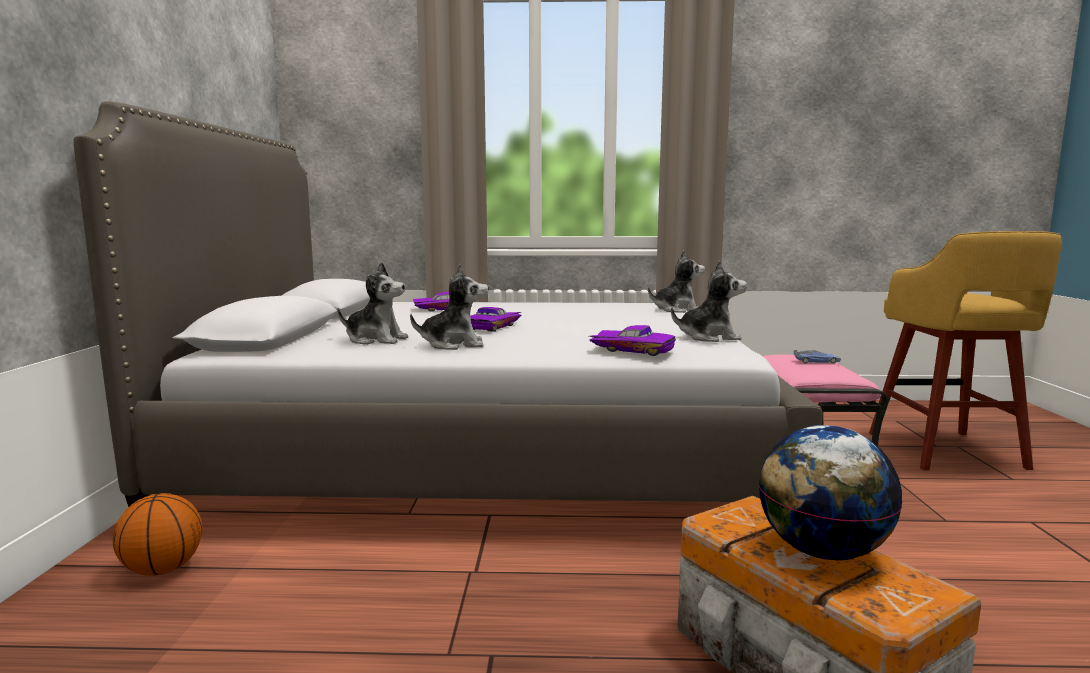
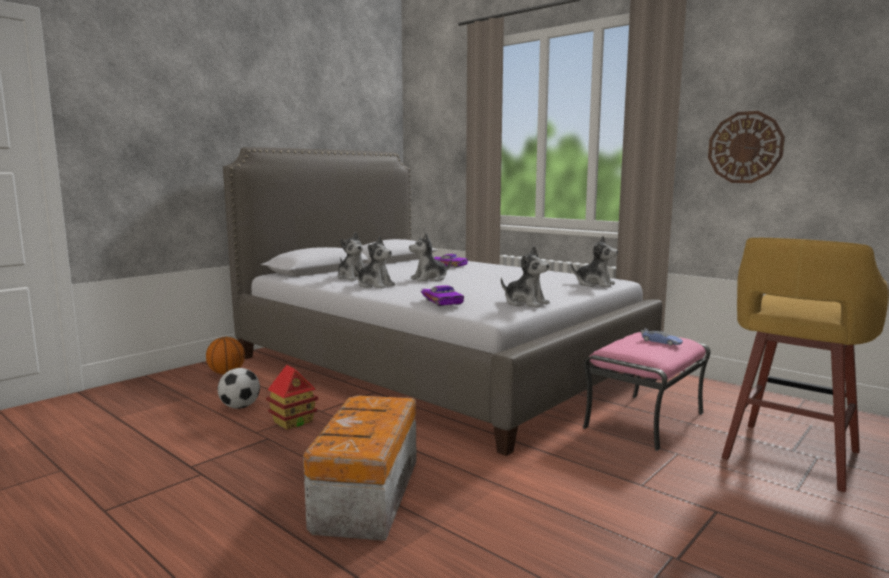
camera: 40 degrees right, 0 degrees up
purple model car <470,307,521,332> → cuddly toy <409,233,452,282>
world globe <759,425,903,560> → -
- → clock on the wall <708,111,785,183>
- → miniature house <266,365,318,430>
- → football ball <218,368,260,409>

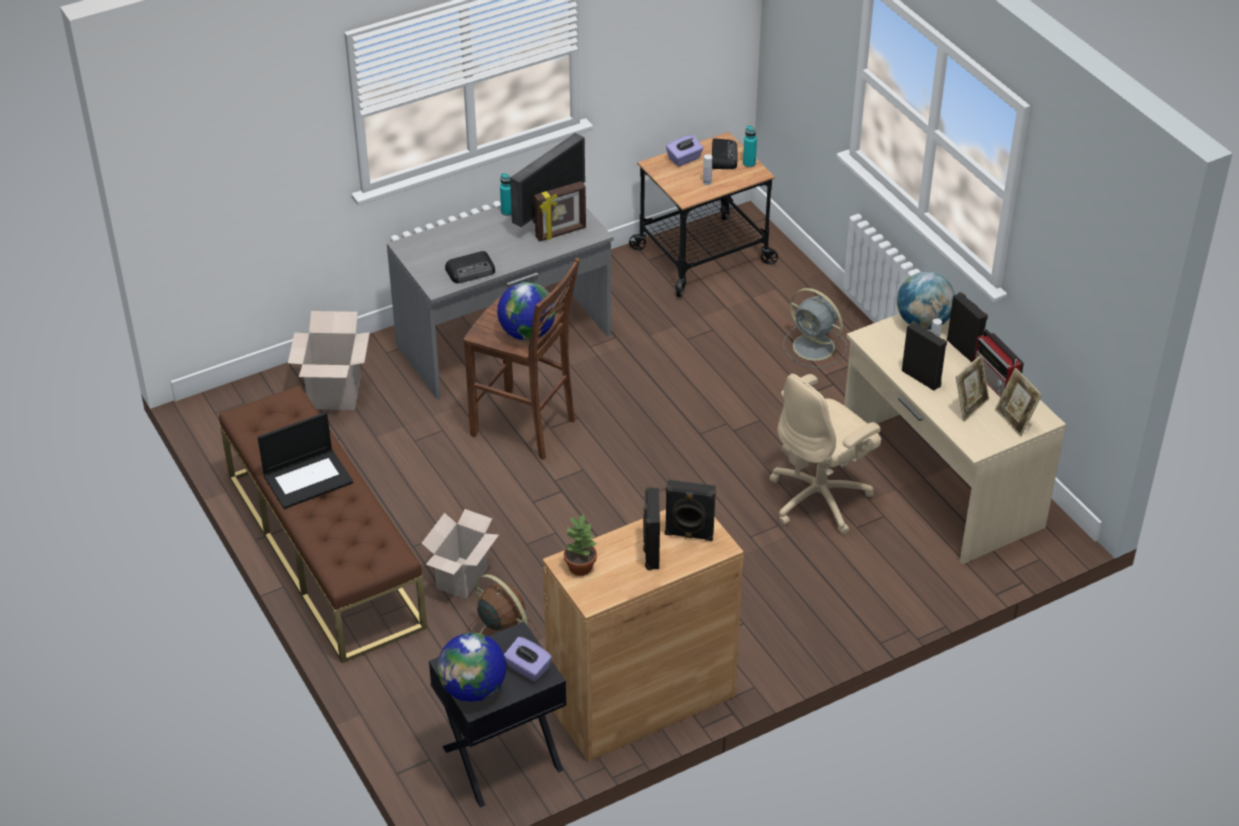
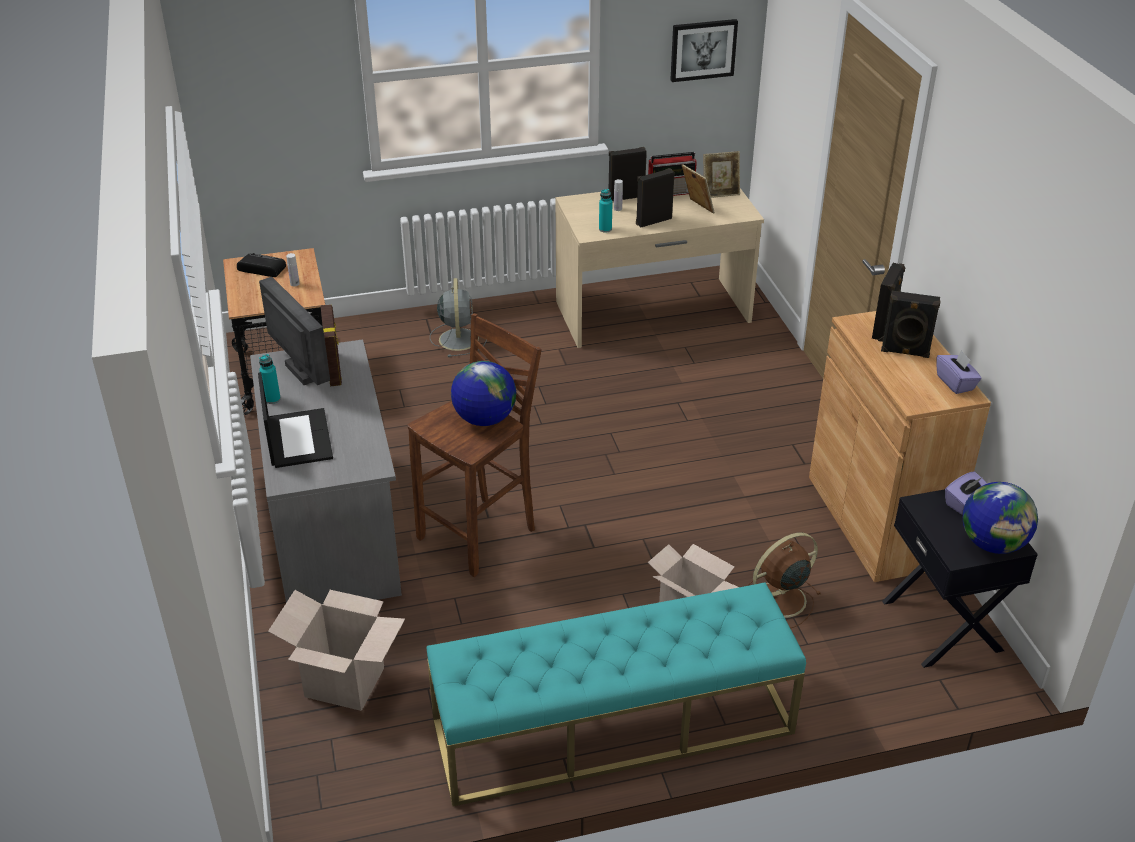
camera: 75 degrees left, 5 degrees down
blue-green drink bottle <743,125,757,167> → blue-green drink bottle <599,189,613,232>, move
purple tissue box <666,135,704,166> → purple tissue box <937,350,982,394>, move
radio receiver <445,251,495,283> → -
world globe <897,272,955,330> → -
greyish electric fan <783,288,847,368> → greyish electric fan <430,278,487,357>, 60 degrees counterclockwise
beige desk chair <769,374,881,534> → -
brown bench <219,385,427,663> → blue-green bench <426,582,806,806>
laptop <258,412,353,509> → laptop <258,372,333,468>, move
potted plant <564,514,597,576> → -
- → picture <670,19,738,82>

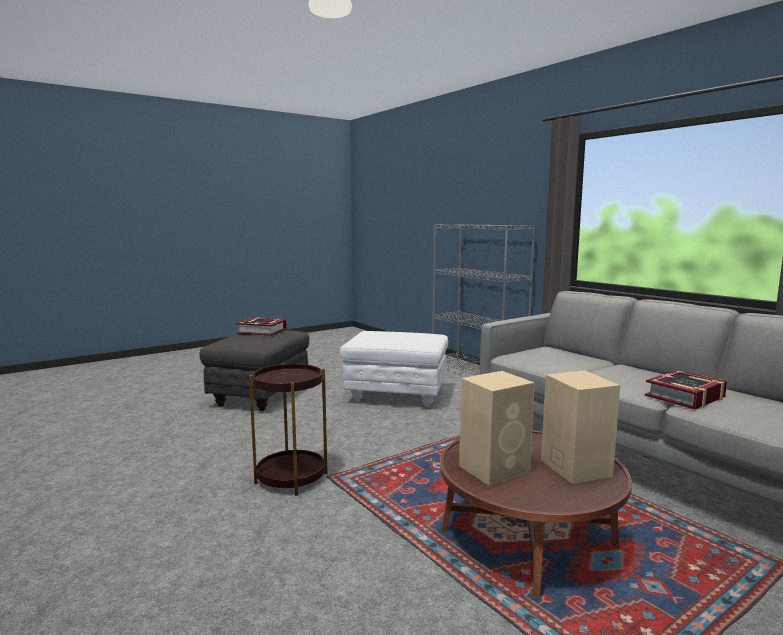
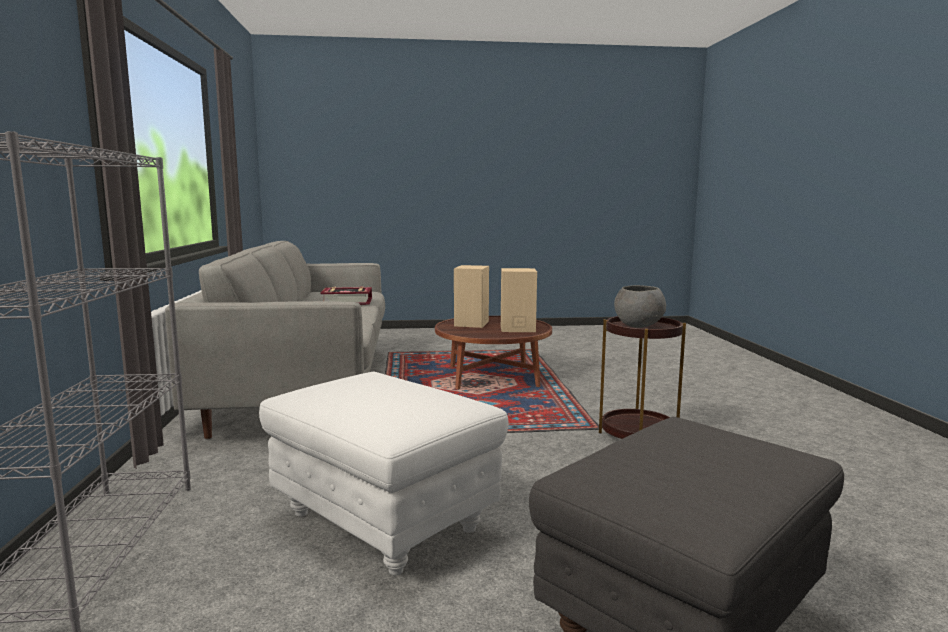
camera: 150 degrees left, 0 degrees up
volume <236,317,287,336> → -
- → greyish deep dish <614,285,666,328>

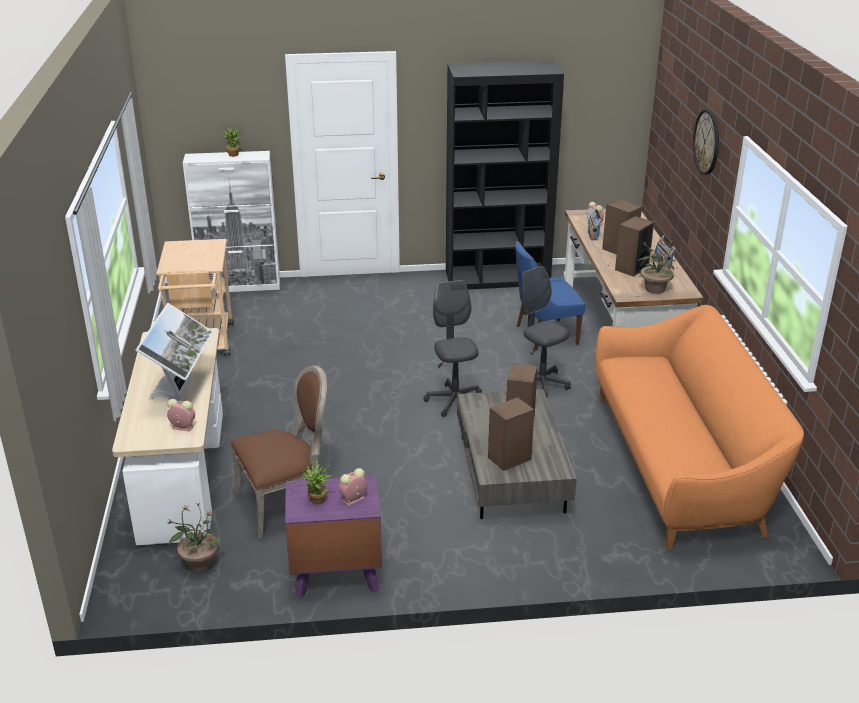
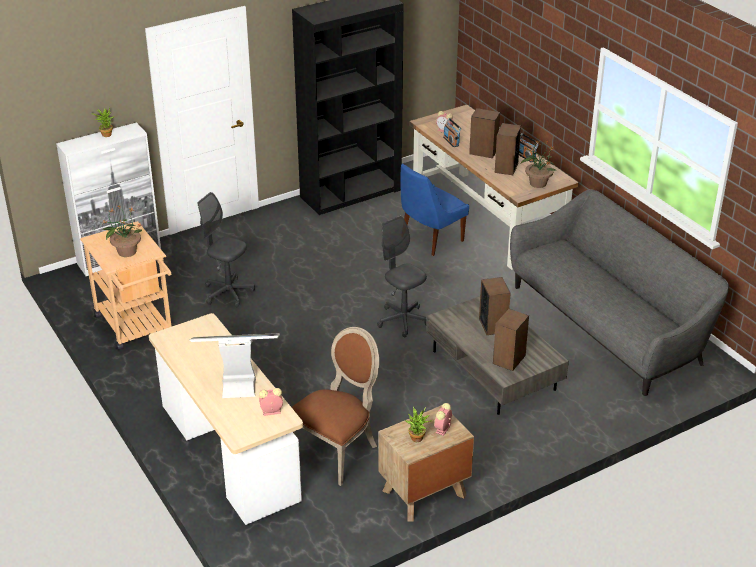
camera: 25 degrees left, 5 degrees up
clock on the wall <693,110,719,175> → -
greyish desk chair <521,266,571,398> → greyish desk chair <198,192,255,307>, move
computer screen <136,303,213,401> → computer screen <190,333,280,398>, 75 degrees counterclockwise
orange couch <596,305,804,550> → greyish couch <510,189,729,396>
purple bedside table <285,476,382,598> → brown bedside table <378,405,474,522>
potted plant <168,503,222,571> → potted plant <102,206,142,257>, move

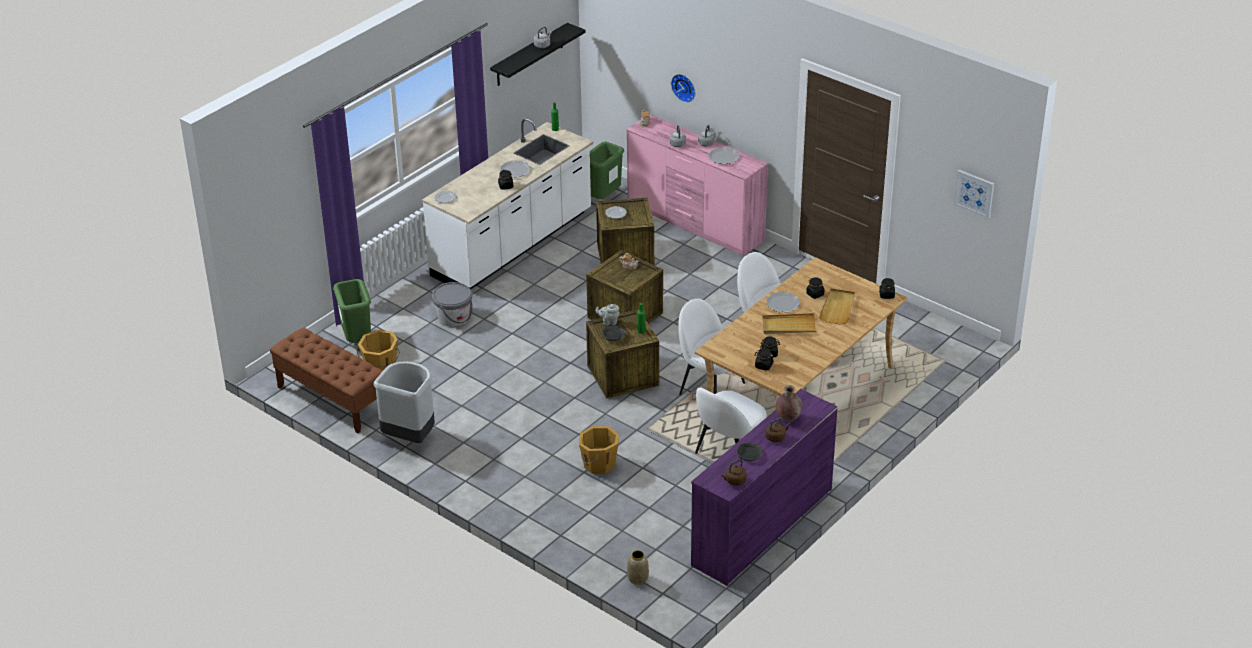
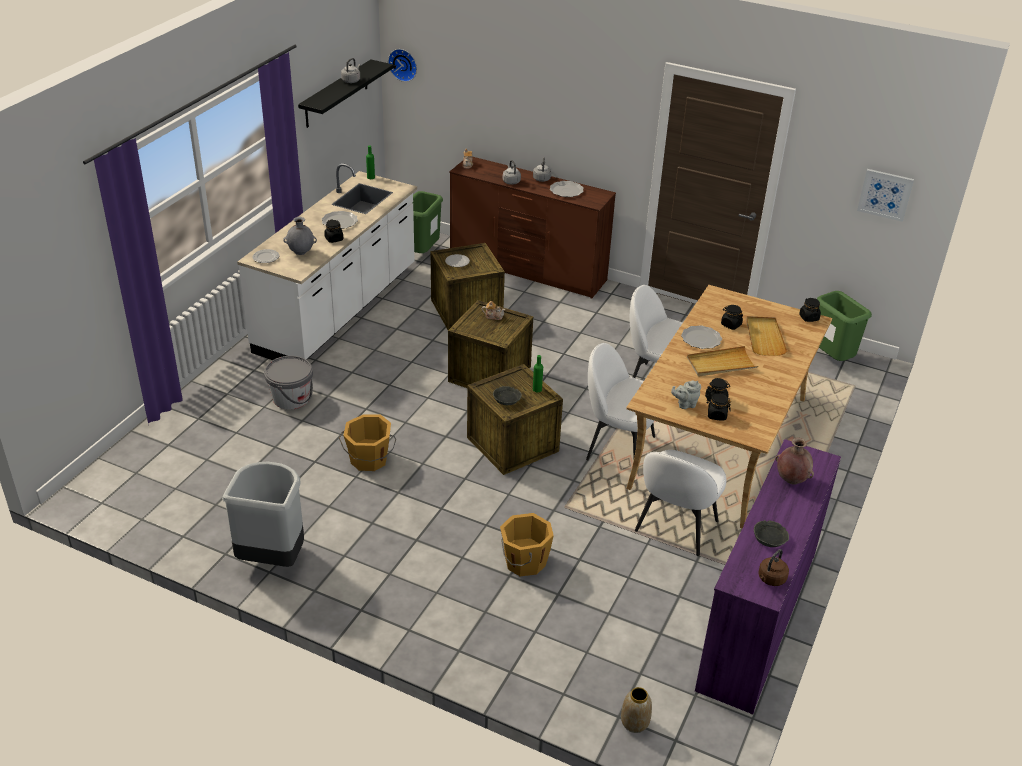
camera: 15 degrees left, 0 degrees up
clock on the wall <671,74,695,103> → clock on the wall <388,49,417,82>, move
pinkish drawer chest <626,114,768,257> → brown drawer chest <449,157,616,299>
green waste bin <333,279,371,343> → green waste bin <817,291,872,361>, move
greyish pot for tea <596,304,620,326> → greyish pot for tea <671,380,701,409>, move
brown bench <270,327,383,433> → -
orange bucket <356,330,400,370> → orange bucket <339,414,396,471>, move
brown tea kettle <765,418,791,442> → -
- → greyish vase <283,217,317,255>

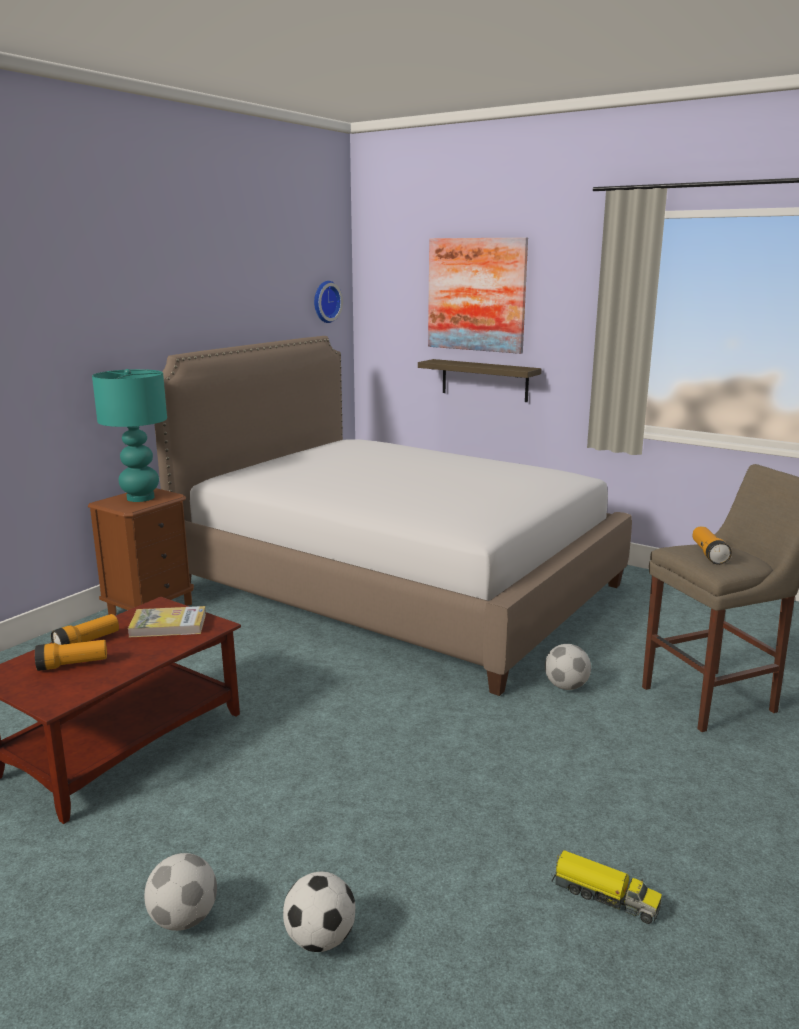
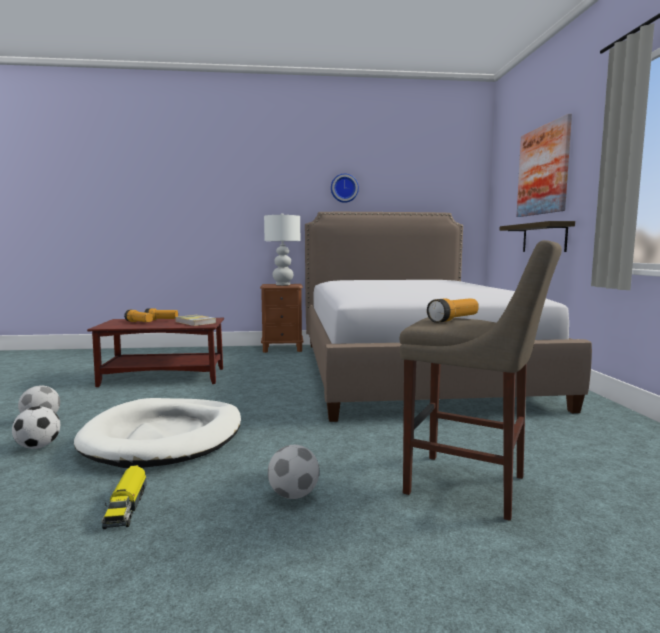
camera: 50 degrees right, 10 degrees down
clock on the wall <314,281,343,323> → clock on the wall <331,174,359,203>, move
blue-green tabletop lamp <92,369,167,502> → white-coloured tabletop lamp <264,213,300,285>
football ball <545,644,591,690> → football ball <268,445,319,499>, move
- → white-coloured dog bed <74,398,241,468>

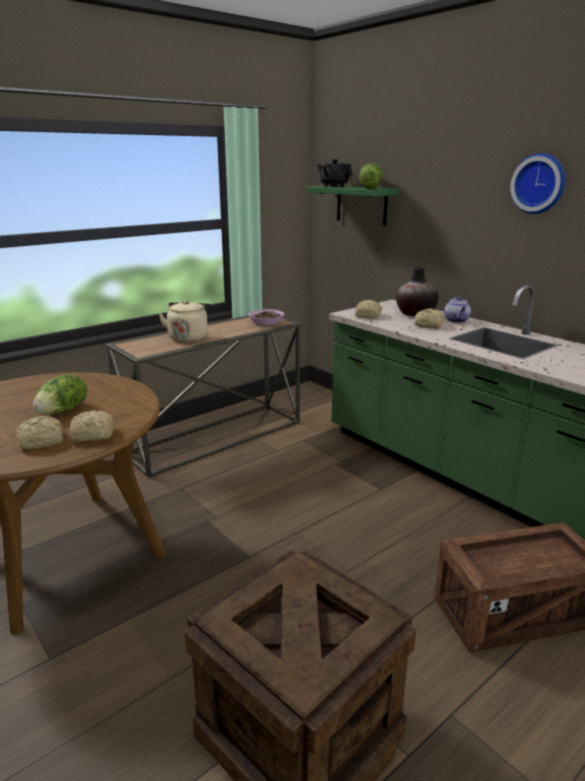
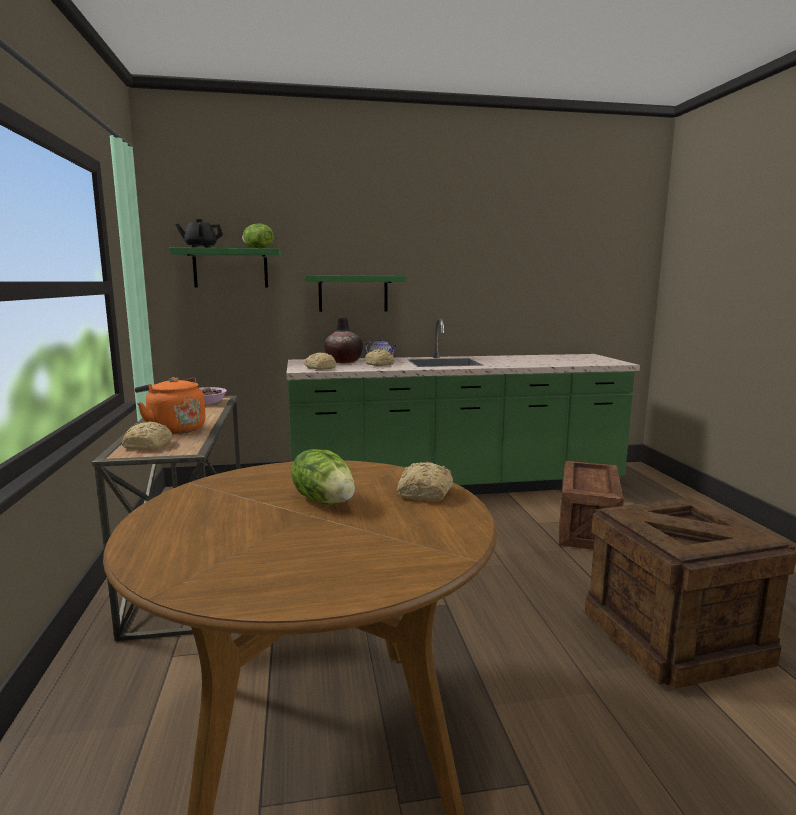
camera: 60 degrees left, 10 degrees down
clock on the wall <510,153,566,214> → -
beige tea kettle <159,301,210,342> → orange tea kettle <135,377,206,434>
baked bread <16,416,63,450> → baked bread <122,421,173,450>, move
- → green wall shelf <305,275,406,312>

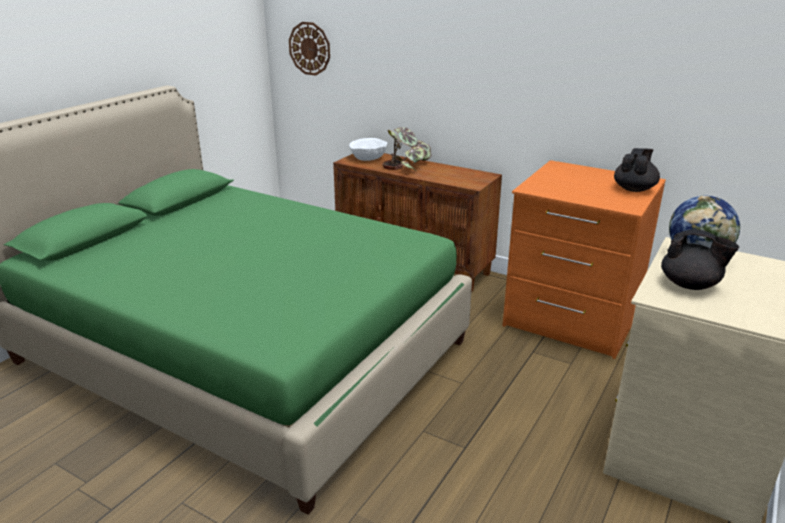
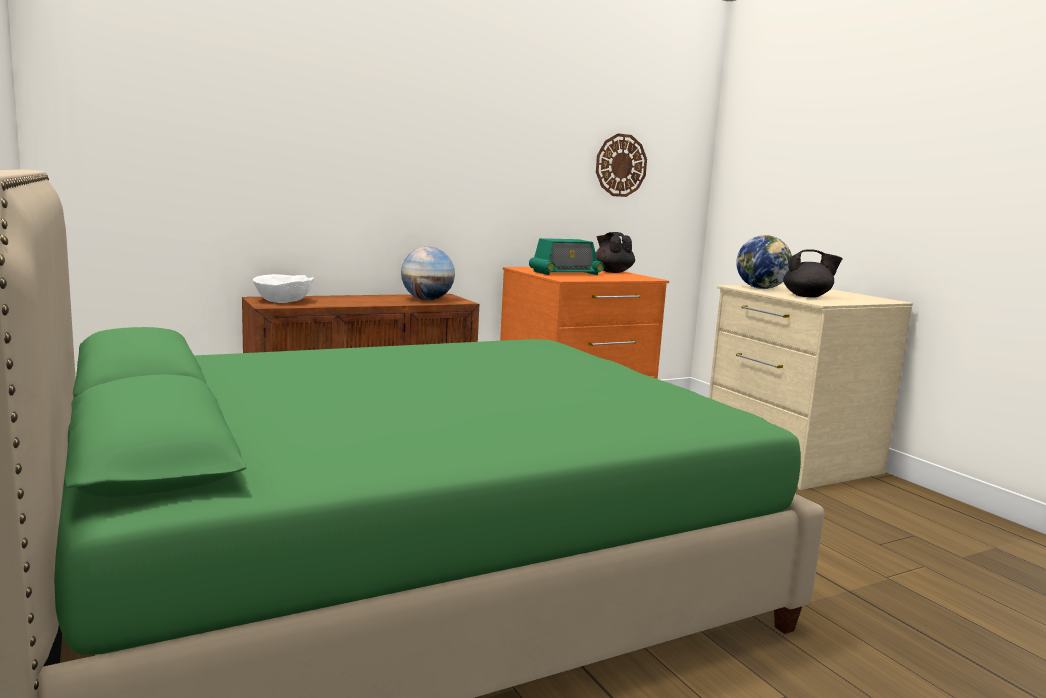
camera: 60 degrees left, 15 degrees down
clock on the wall <289,22,330,76> → clock on the wall <596,133,647,197>, move
potted plant <382,127,432,171> → -
black pot for tea <661,229,739,290> → black pot for tea <783,249,843,298>, 45 degrees clockwise
- → radio receiver <529,238,604,275>
- → world globe <401,247,455,300>

